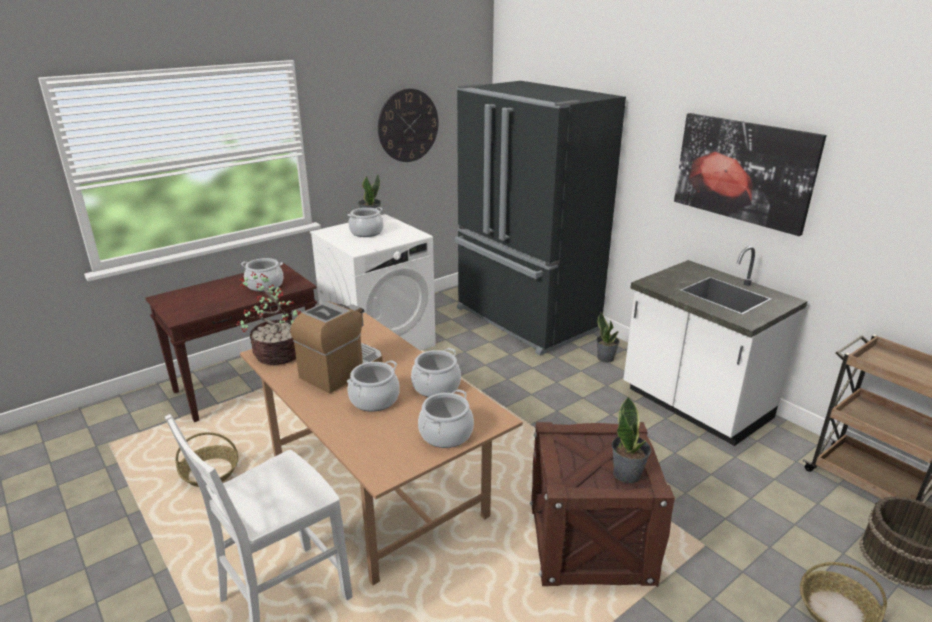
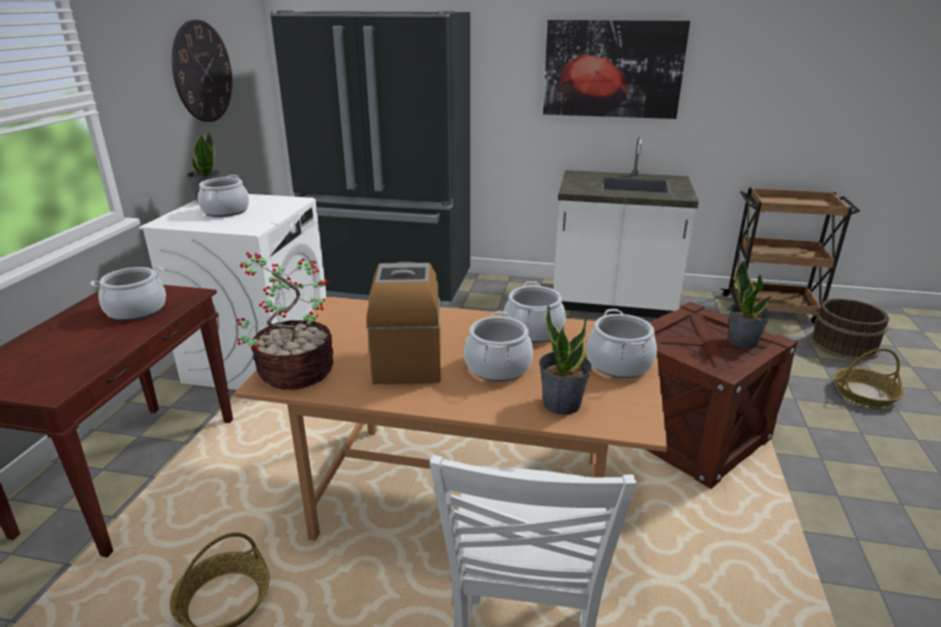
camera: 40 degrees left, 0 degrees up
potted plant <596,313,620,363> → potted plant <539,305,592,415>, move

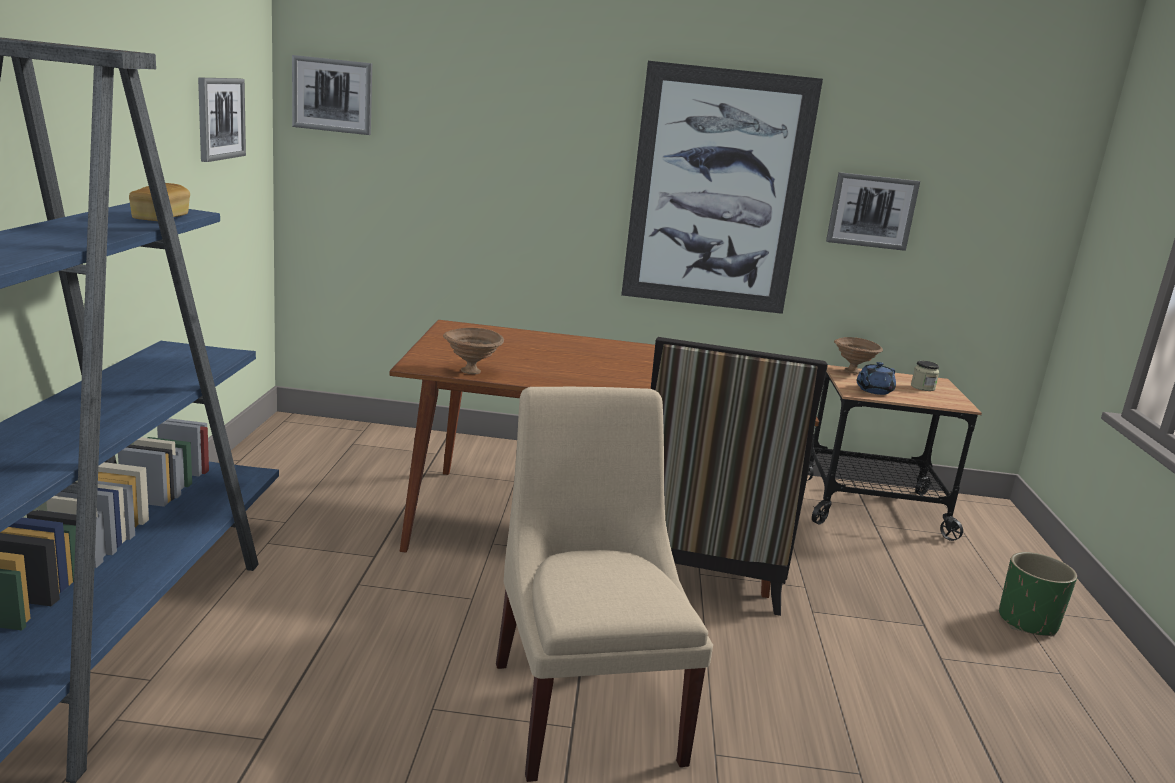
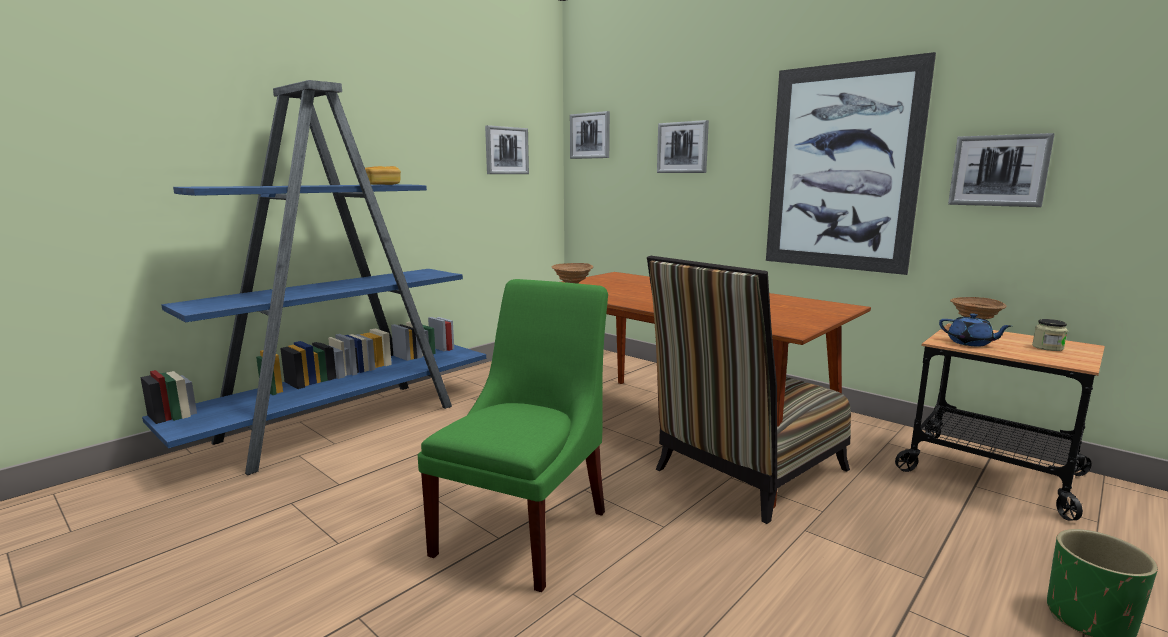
camera: 40 degrees right, 5 degrees down
blue pot for tea <857,362,896,395> → blue pot for tea <939,313,1011,346>, 135 degrees counterclockwise
beige upright chair <496,387,713,782> → green upright chair <418,279,608,592>
- → picture <657,120,709,173>

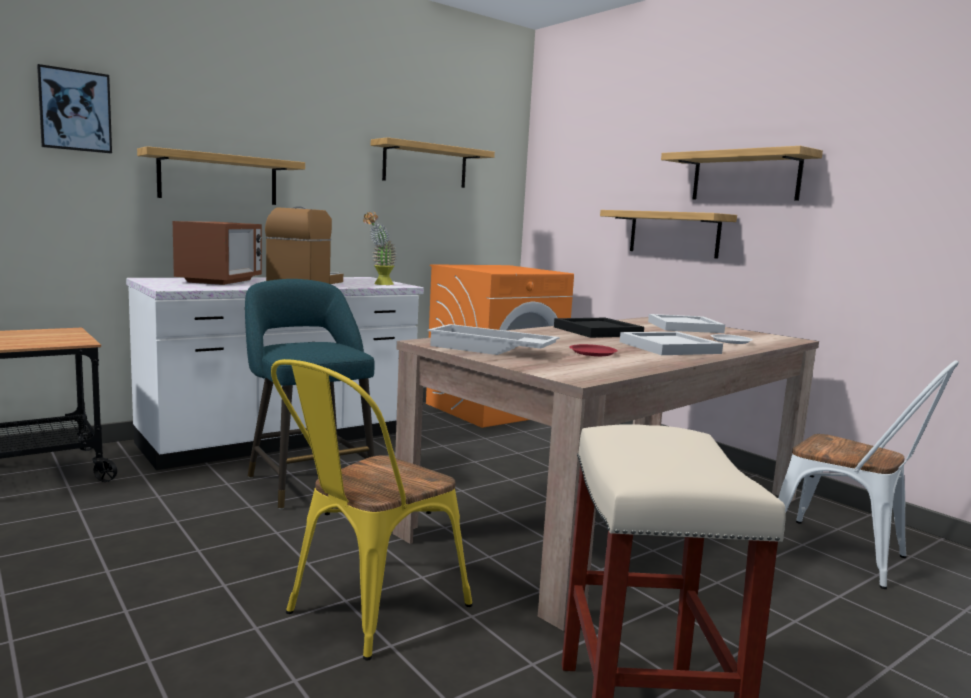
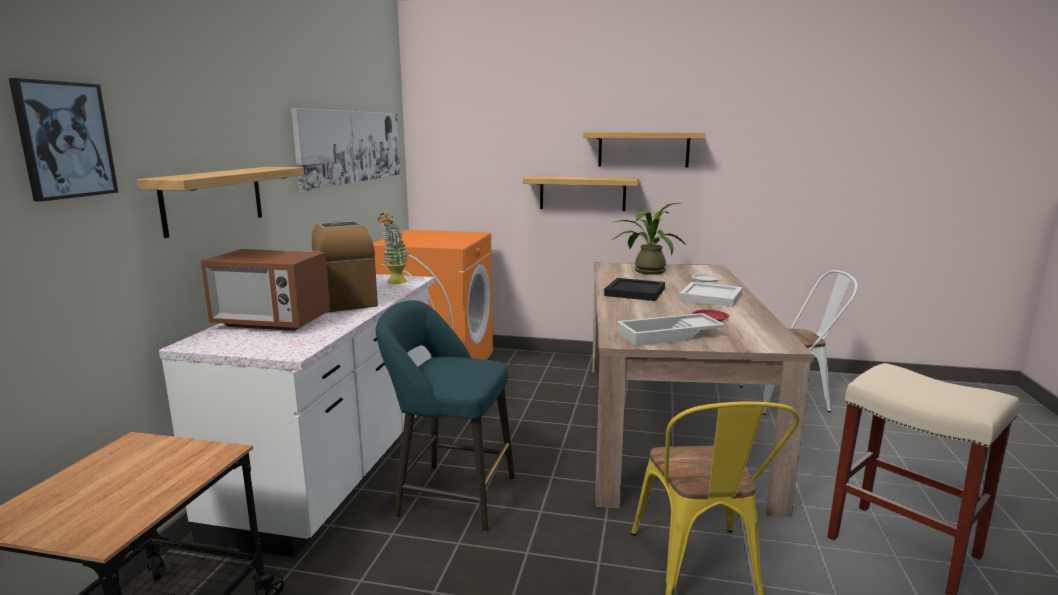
camera: 40 degrees left, 5 degrees up
wall shelf <371,137,495,188> → picture <291,108,400,191>
microwave oven <173,221,262,285> → microwave oven <201,249,330,331>, 135 degrees clockwise
white-coloured carrying tray <648,314,725,333> → potted plant <611,203,688,275>

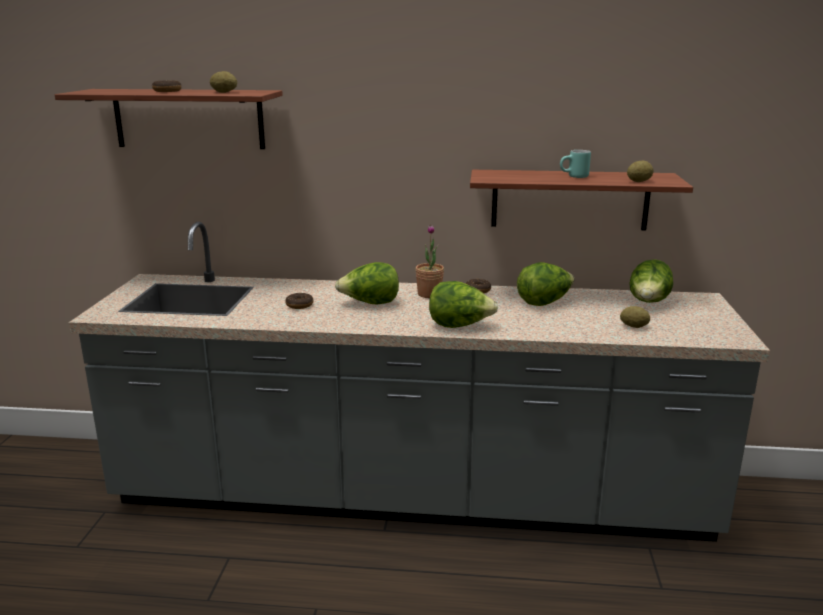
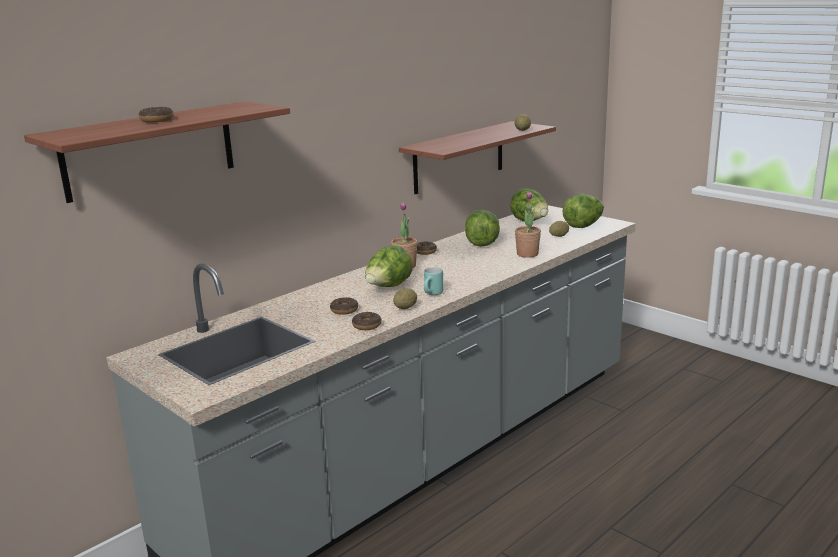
camera: 50 degrees left, 0 degrees up
spud <210,71,237,93> → spud <393,288,417,309>, move
blue-green coffee mug <560,150,591,178> → blue-green coffee mug <424,267,444,295>, move
head of lettuce <429,281,498,328> → head of lettuce <563,194,604,228>, move
- → potted plant <515,192,541,258>
- → doughnut <352,312,382,330>

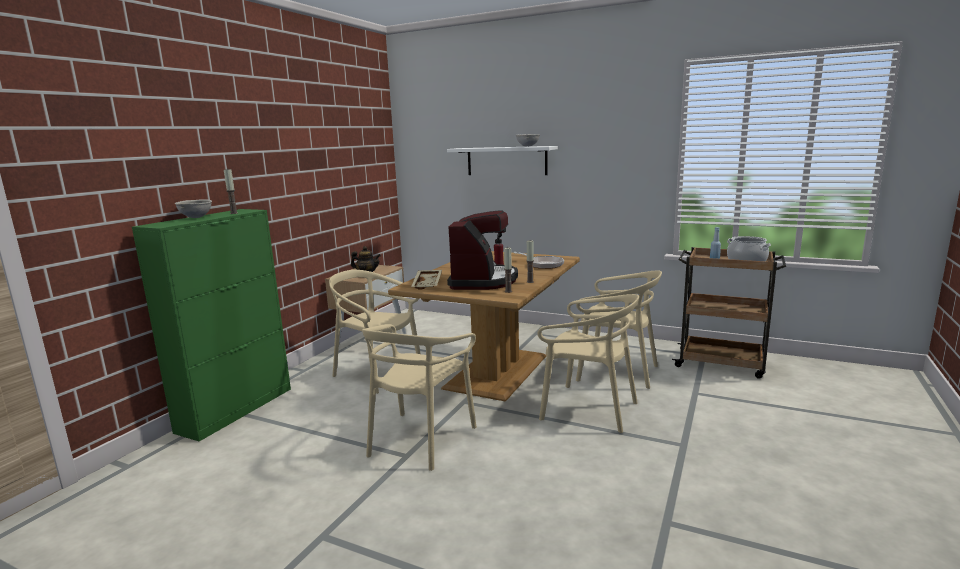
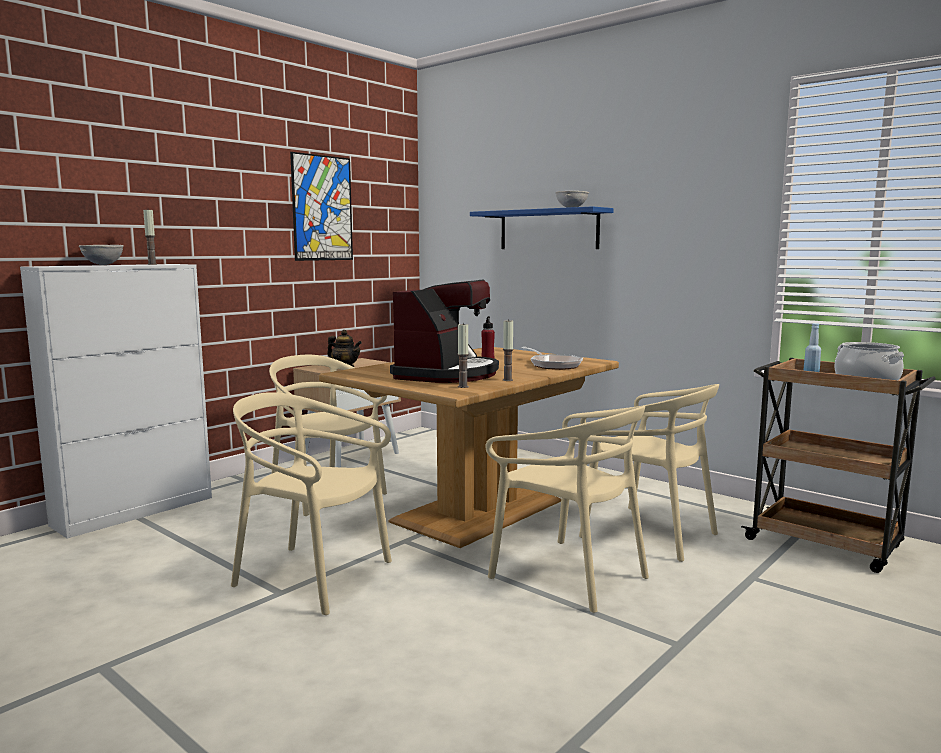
camera: 15 degrees right, 5 degrees down
white-coloured wall shelf <447,146,558,175> → blue wall shelf <470,206,613,249>
green storage cabinet <132,209,291,441> → white-coloured storage cabinet <20,264,212,538>
beige carrying tray <411,270,442,289> → -
beige upright chair <362,324,477,471> → beige upright chair <231,392,392,615>, 75 degrees clockwise
- → picture <290,152,353,261>

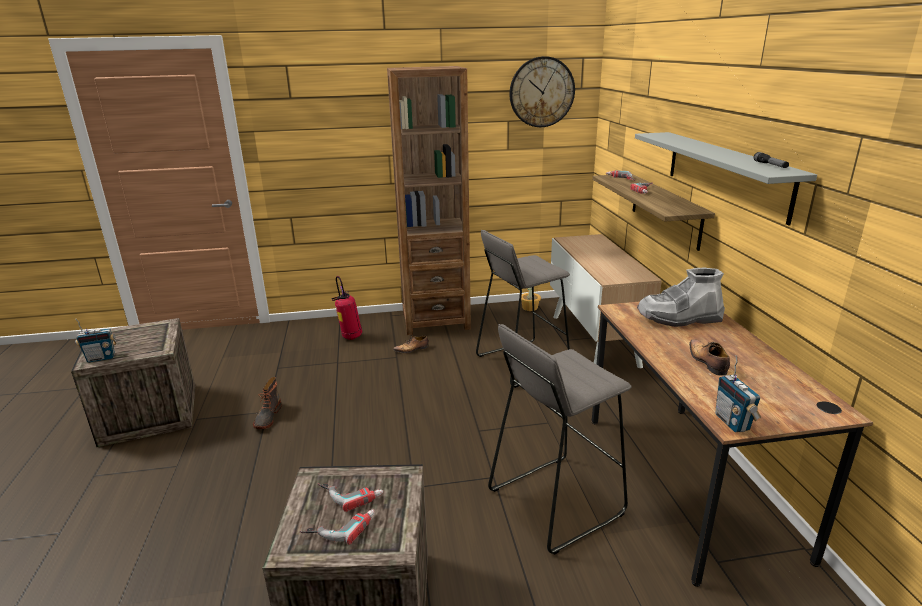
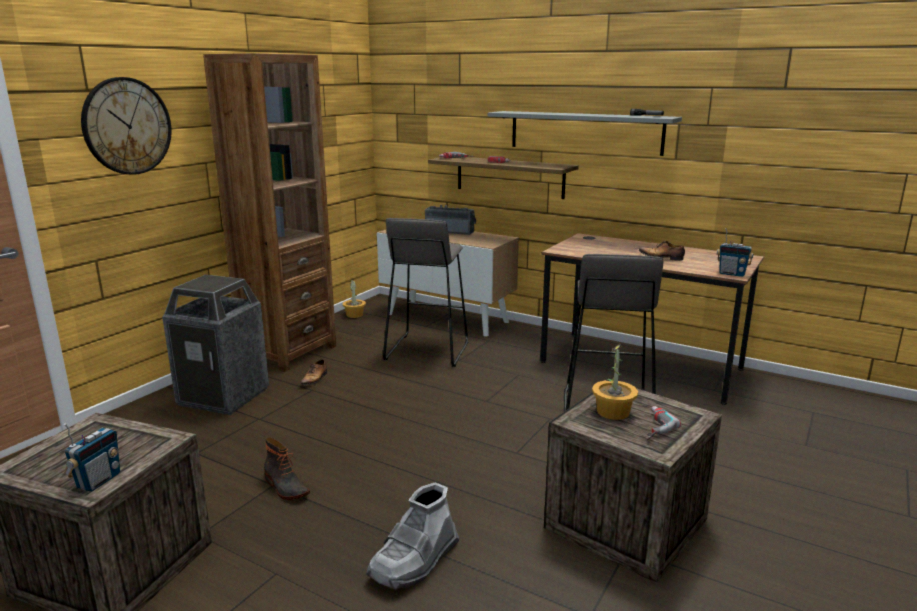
camera: 50 degrees left, 5 degrees down
clock on the wall <510,56,575,127> → clock on the wall <81,77,172,175>, move
greyish boot <637,268,725,327> → greyish boot <366,483,459,589>, move
fire-fighting cylinder <331,276,362,340> → waste bin <162,274,269,415>
drill <318,483,384,512> → potted plant <592,343,638,420>
- → radio receiver <425,205,476,235>

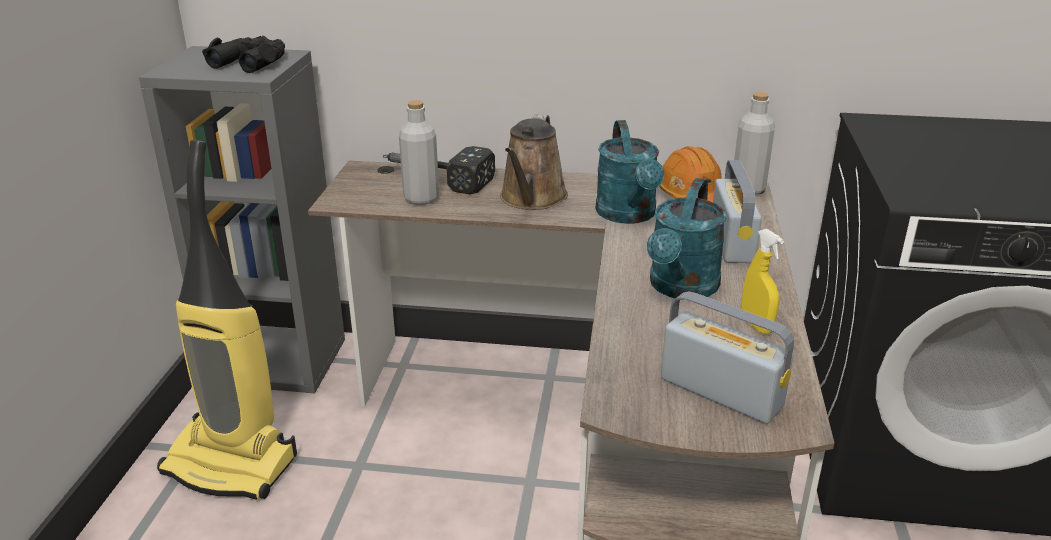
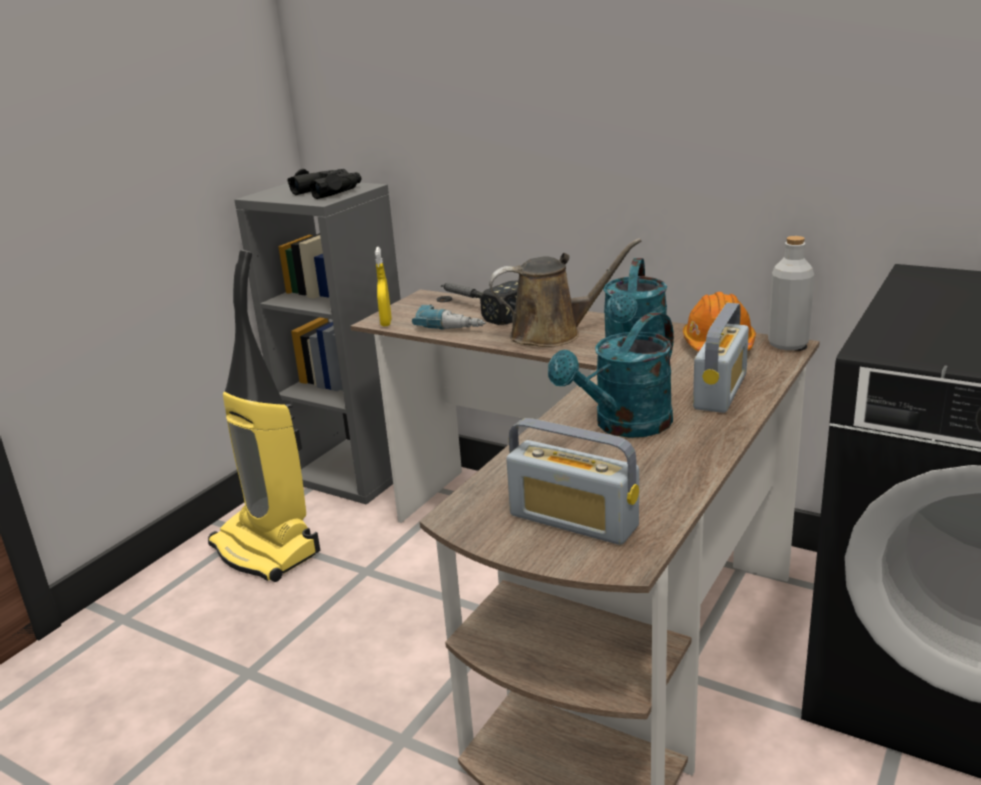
camera: 25 degrees right, 5 degrees down
greyish drink bottle <399,100,439,205> → drill <412,304,486,330>
brown watering pot <500,115,568,210> → brown watering pot <489,238,641,347>, 135 degrees counterclockwise
yellowish spray bottle <741,229,784,334> → yellowish spray bottle <375,247,392,326>, move
radio receiver <661,291,794,424> → radio receiver <506,418,639,545>, 150 degrees clockwise

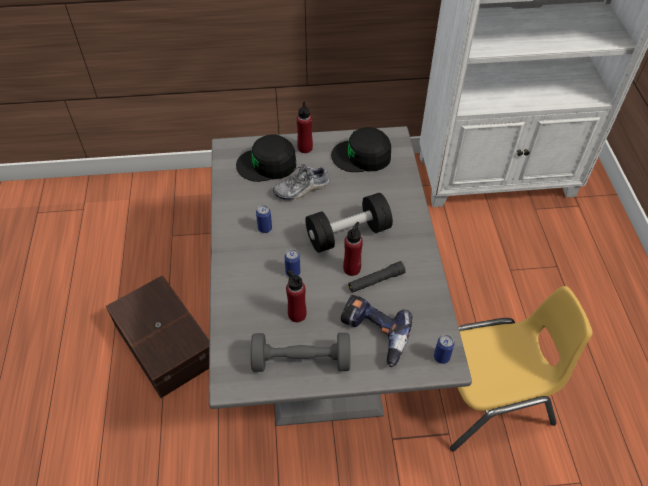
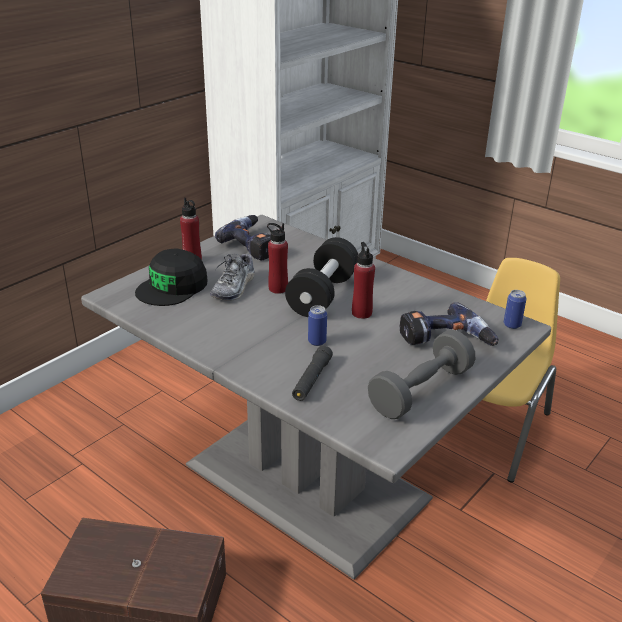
camera: 45 degrees left, 20 degrees down
black baseball cap <331,127,391,172> → drill <215,215,271,261>
sealed can <256,205,272,233> → -
black hand torch <348,261,406,293> → black hand torch <292,345,333,401>, move
reddish drink bottle <286,270,307,322> → reddish drink bottle <267,223,288,294>, move

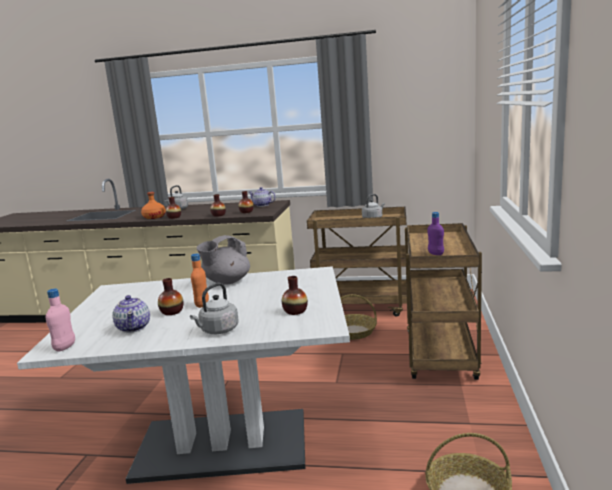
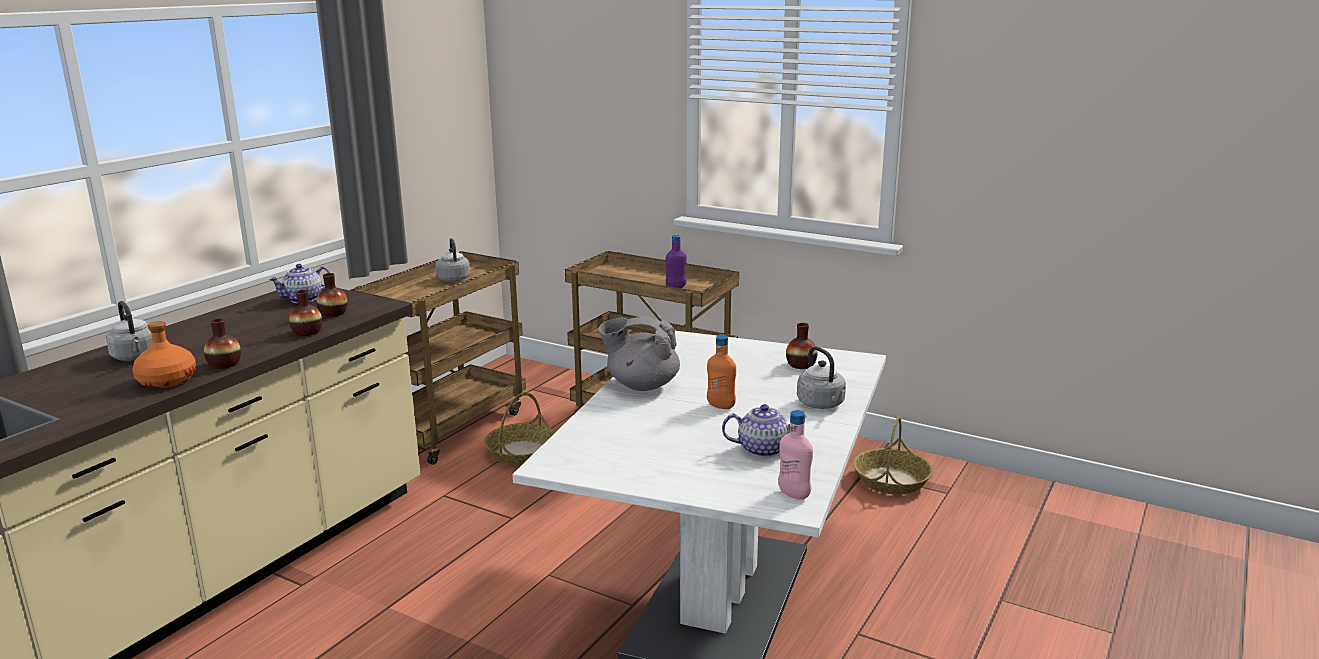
camera: 70 degrees left, 5 degrees up
greyish pot for tea <197,235,250,285> → greyish pot for tea <598,317,680,391>, 120 degrees clockwise
vase <158,278,183,315> → -

